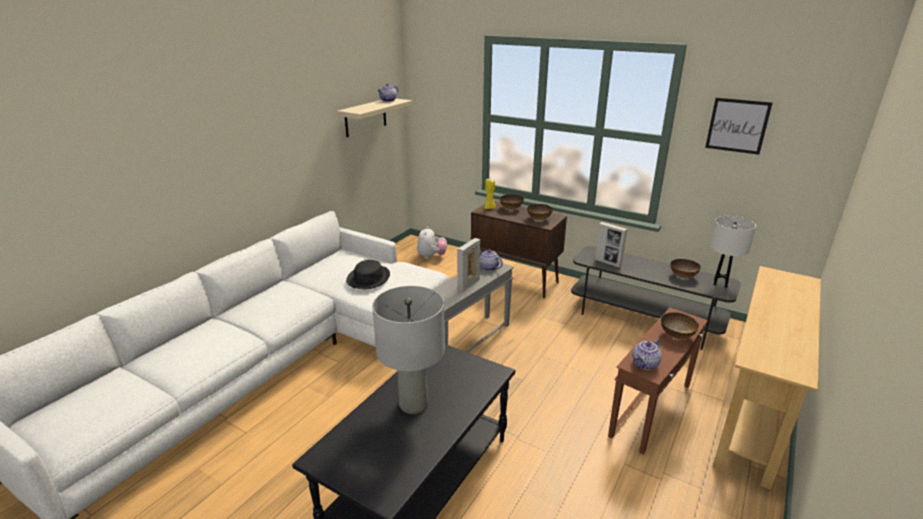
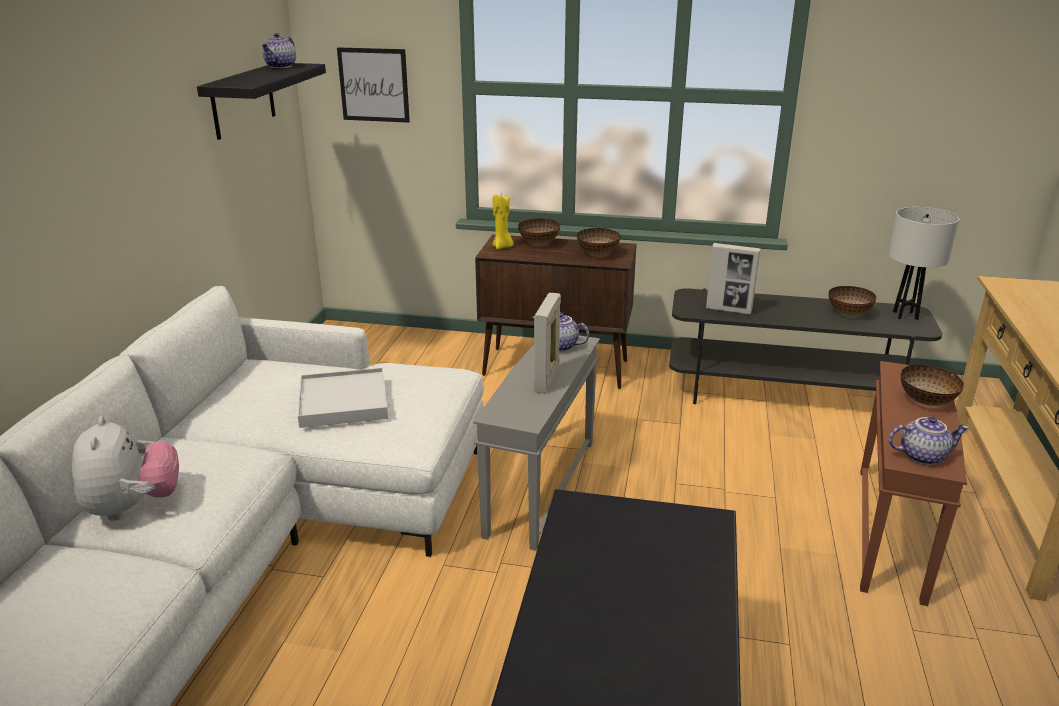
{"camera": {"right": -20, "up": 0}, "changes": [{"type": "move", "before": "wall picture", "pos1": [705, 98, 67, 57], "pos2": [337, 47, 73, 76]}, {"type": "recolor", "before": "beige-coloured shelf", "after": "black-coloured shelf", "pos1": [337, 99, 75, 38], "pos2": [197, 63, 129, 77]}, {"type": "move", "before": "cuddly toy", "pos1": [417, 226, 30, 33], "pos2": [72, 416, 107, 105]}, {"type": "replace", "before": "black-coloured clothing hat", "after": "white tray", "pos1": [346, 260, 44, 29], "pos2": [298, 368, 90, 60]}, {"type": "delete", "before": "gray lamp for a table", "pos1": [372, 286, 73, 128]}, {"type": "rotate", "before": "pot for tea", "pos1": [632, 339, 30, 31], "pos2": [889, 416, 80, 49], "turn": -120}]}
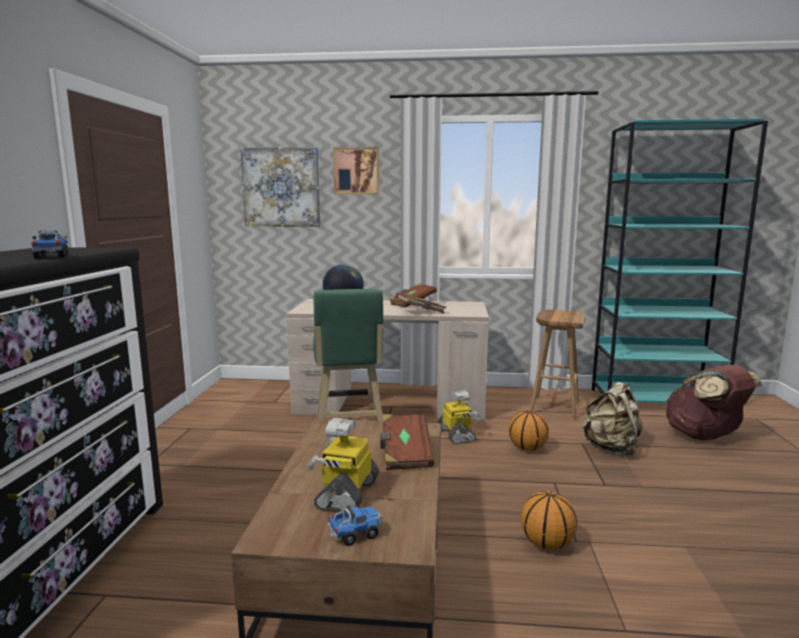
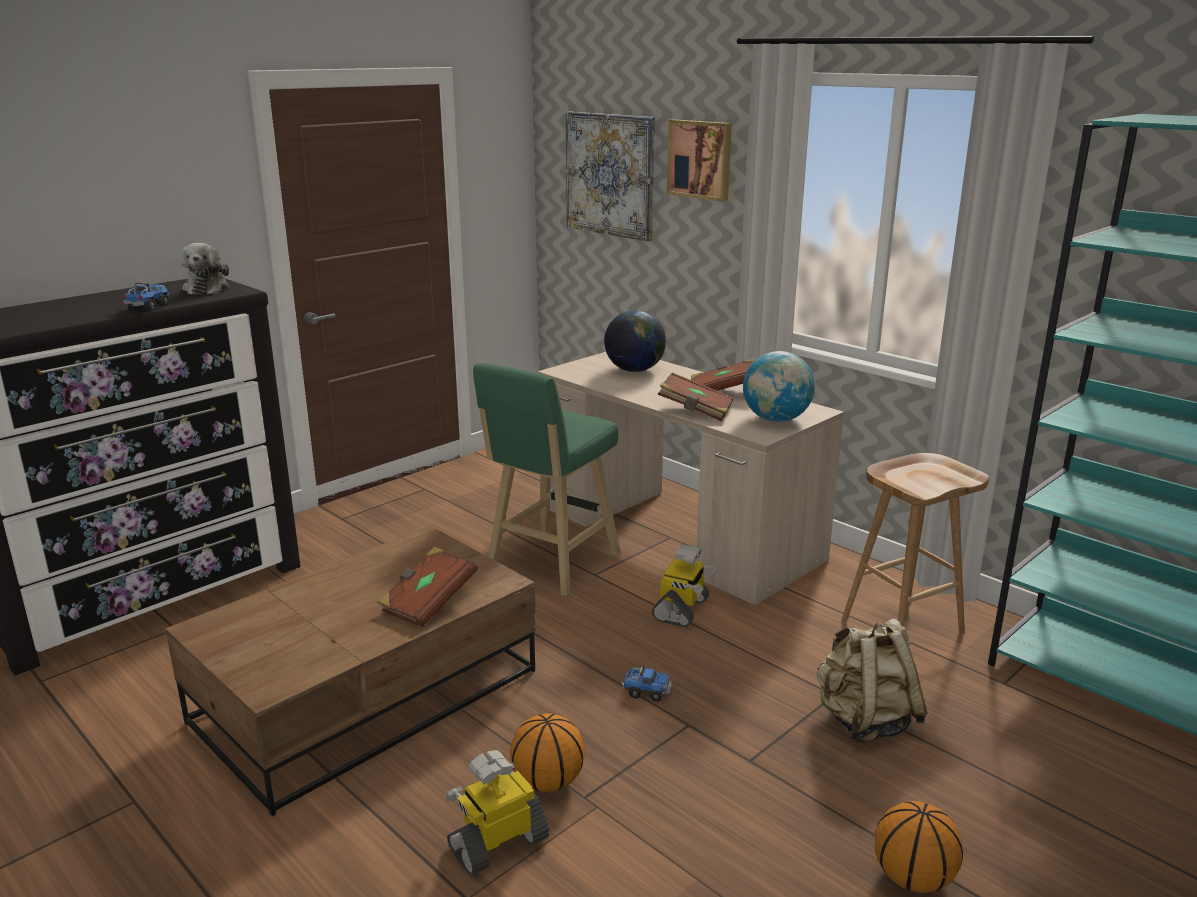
{"camera": {"right": 40, "up": 10}, "changes": [{"type": "delete", "before": "brownish backpack", "pos1": [666, 365, 97, 76]}, {"type": "move", "before": "basketball ball", "pos1": [509, 410, 40, 41], "pos2": [875, 801, 88, 92]}, {"type": "move", "before": "model robot", "pos1": [307, 418, 72, 95], "pos2": [445, 750, 105, 125]}, {"type": "move", "before": "toy truck", "pos1": [328, 504, 54, 42], "pos2": [622, 665, 50, 37]}, {"type": "insert", "after": "cuddly toy", "pos2": [180, 243, 49, 52]}, {"type": "insert", "after": "desk globe", "pos2": [743, 351, 72, 71]}]}
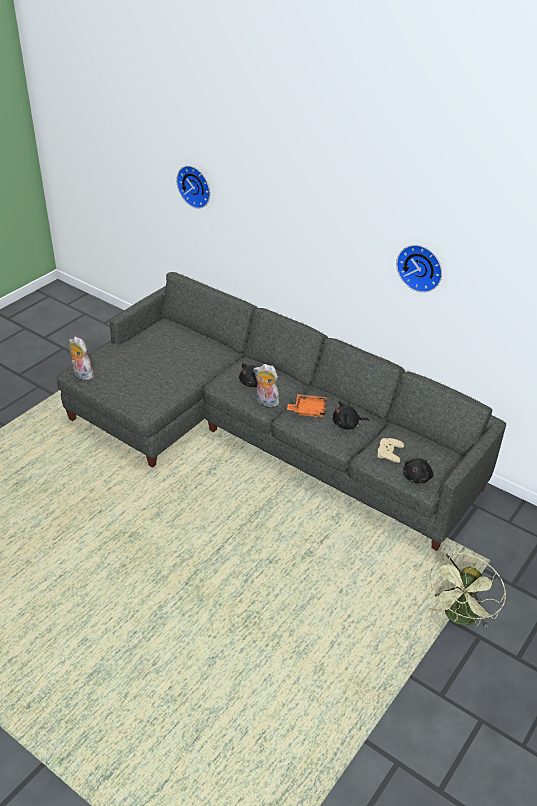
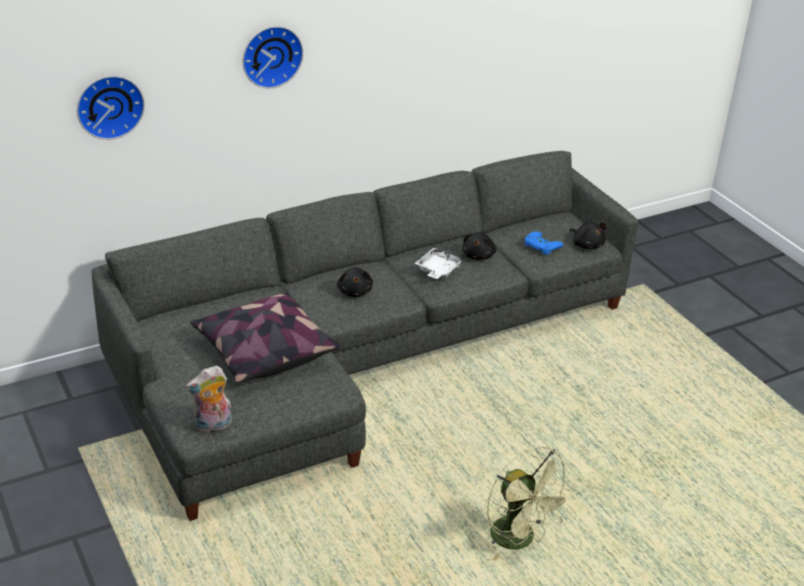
{"camera": {"right": -65, "up": -5}, "changes": [{"type": "move", "before": "clock on the wall", "pos1": [396, 245, 46, 48], "pos2": [243, 26, 60, 62]}, {"type": "delete", "before": "cuddly toy", "pos1": [253, 364, 26, 43]}, {"type": "recolor", "before": "orange-coloured tray", "after": "white tray", "pos1": [287, 394, 40, 23], "pos2": [415, 248, 49, 31]}, {"type": "recolor", "before": "beige-coloured gamepad", "after": "blue-coloured gamepad", "pos1": [377, 438, 27, 25], "pos2": [525, 231, 38, 24]}, {"type": "move", "before": "green-coloured cooling fan", "pos1": [426, 553, 80, 74], "pos2": [487, 446, 88, 115]}, {"type": "insert", "after": "throw pillow", "pos2": [190, 292, 150, 91]}]}
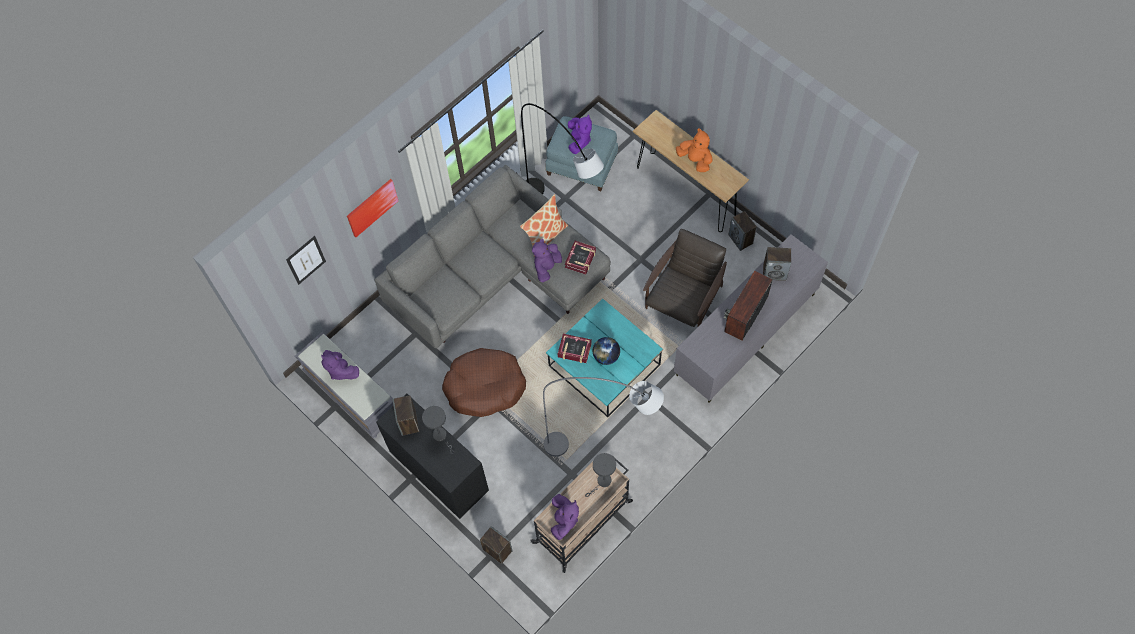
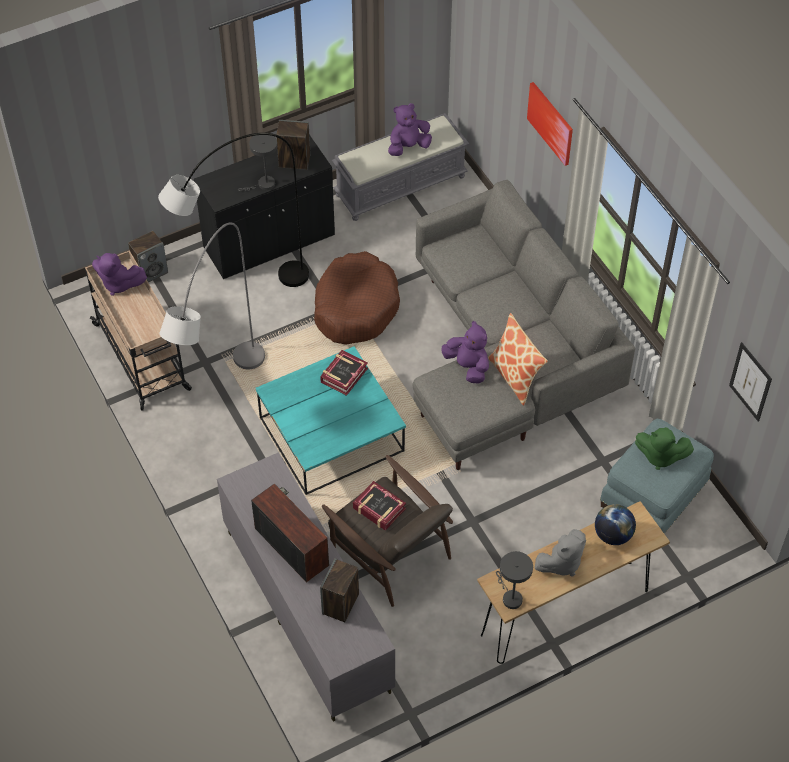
{"camera": {"right": 105, "up": -10}, "changes": [{"type": "move", "before": "gray standing lamp", "pos1": [521, 103, 83, 91], "pos2": [158, 133, 151, 154]}, {"type": "recolor", "before": "purple-coloured cuddly toy", "after": "green-coloured cuddly toy", "pos1": [568, 114, 24, 40], "pos2": [635, 427, 59, 43]}, {"type": "recolor", "before": "orange-coloured cuddly toy", "after": "gray cuddly toy", "pos1": [676, 128, 37, 44], "pos2": [535, 529, 51, 48]}, {"type": "delete", "before": "speaker", "pos1": [728, 211, 29, 40]}, {"type": "move", "before": "wall picture", "pos1": [286, 236, 40, 49], "pos2": [729, 342, 43, 79]}, {"type": "move", "before": "bound book", "pos1": [565, 241, 31, 34], "pos2": [353, 481, 53, 50]}, {"type": "move", "before": "desk globe", "pos1": [593, 337, 27, 28], "pos2": [595, 504, 41, 41]}, {"type": "move", "before": "gray lamp for a table", "pos1": [585, 453, 31, 44], "pos2": [496, 551, 37, 58]}]}
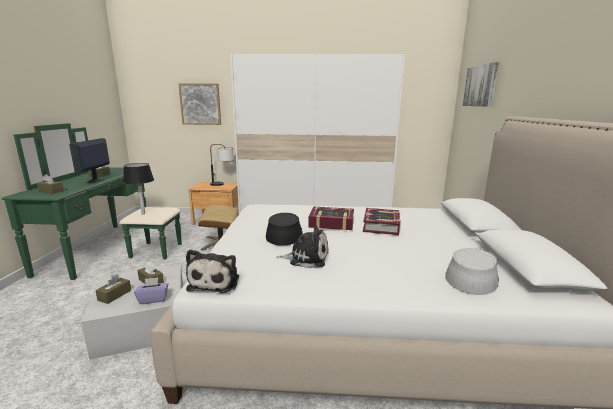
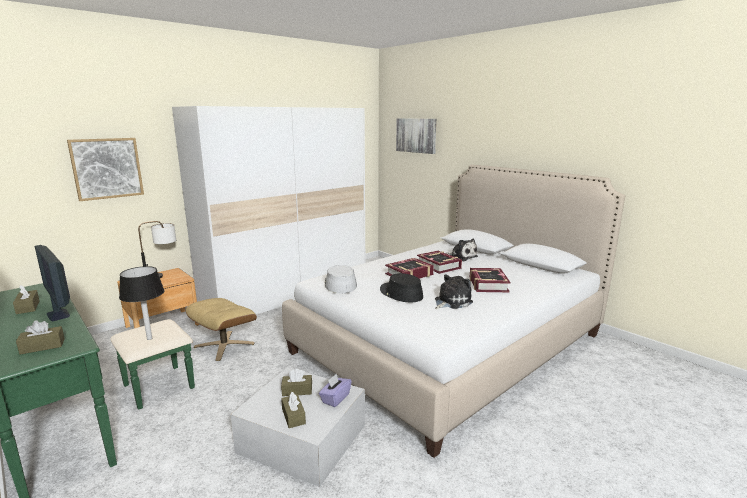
{"camera": {"right": -45, "up": 0}, "changes": [{"type": "move", "before": "gray clothing hat", "pos1": [445, 248, 54, 47], "pos2": [325, 265, 32, 28]}, {"type": "move", "before": "cuddly toy", "pos1": [186, 249, 53, 44], "pos2": [446, 239, 32, 22]}, {"type": "insert", "after": "bound book", "pos2": [470, 268, 40, 24]}]}
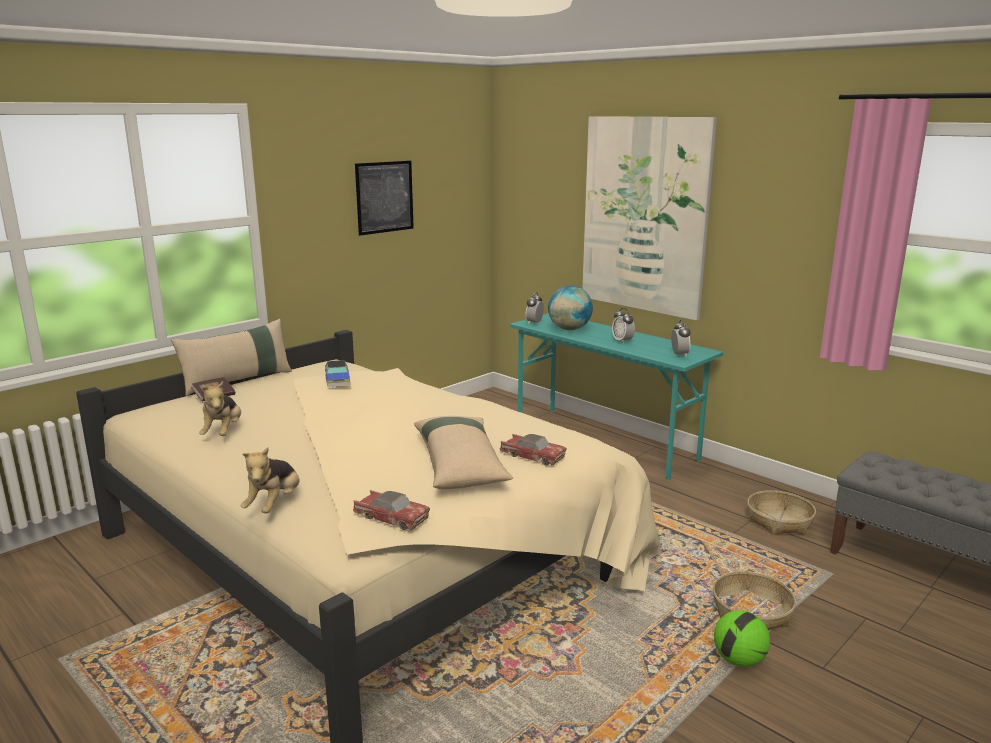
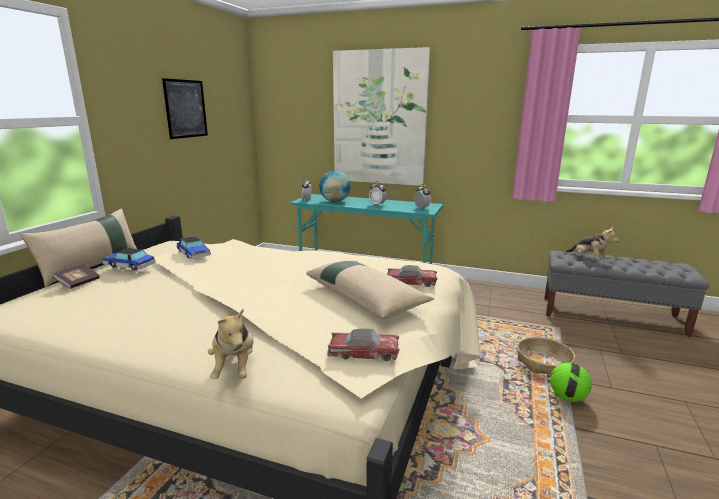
{"camera": {"right": -25, "up": 0}, "changes": [{"type": "move", "before": "cuddly toy", "pos1": [199, 381, 42, 55], "pos2": [566, 226, 53, 34]}, {"type": "delete", "before": "basket", "pos1": [747, 490, 69, 44]}, {"type": "insert", "after": "toy car", "pos2": [102, 248, 54, 23]}]}
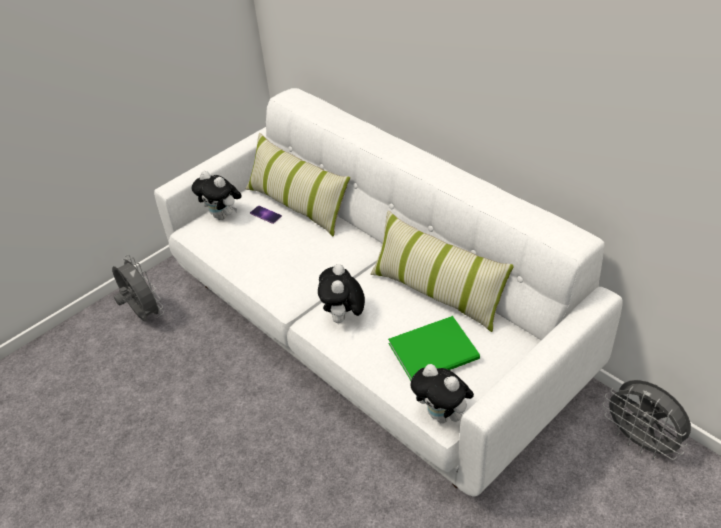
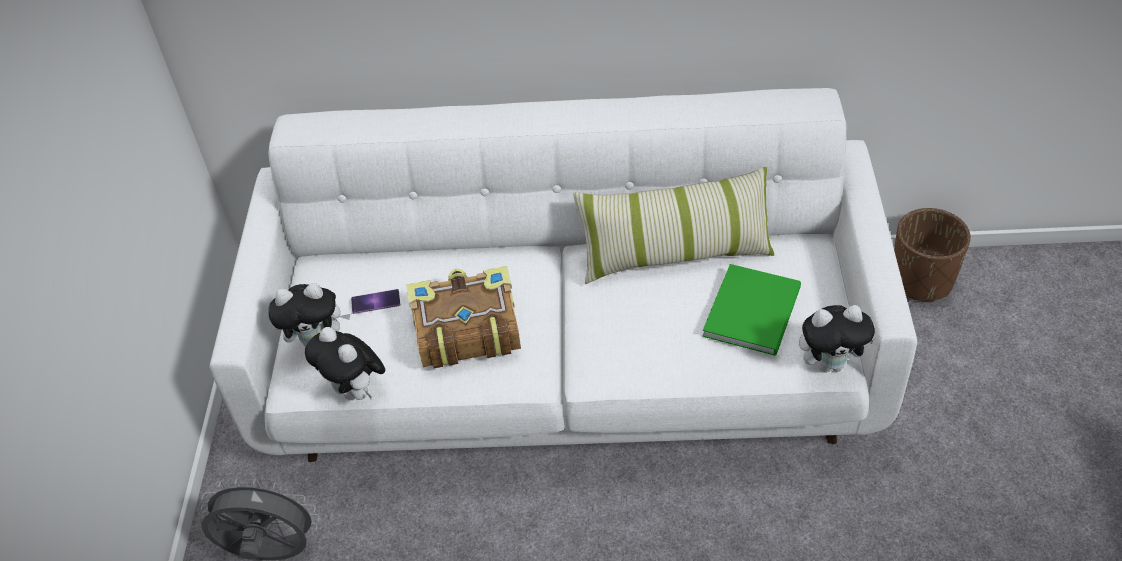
{"camera": {"right": -45, "up": 5}, "changes": [{"type": "delete", "before": "throw pillow", "pos1": [246, 133, 104, 104]}, {"type": "move", "before": "cuddly toy", "pos1": [318, 264, 47, 59], "pos2": [305, 327, 80, 73]}, {"type": "replace", "before": "gray cooling fan", "after": "brownish plant pot", "pos1": [602, 380, 89, 80], "pos2": [894, 208, 77, 93]}, {"type": "insert", "after": "bound book", "pos2": [406, 266, 115, 102]}]}
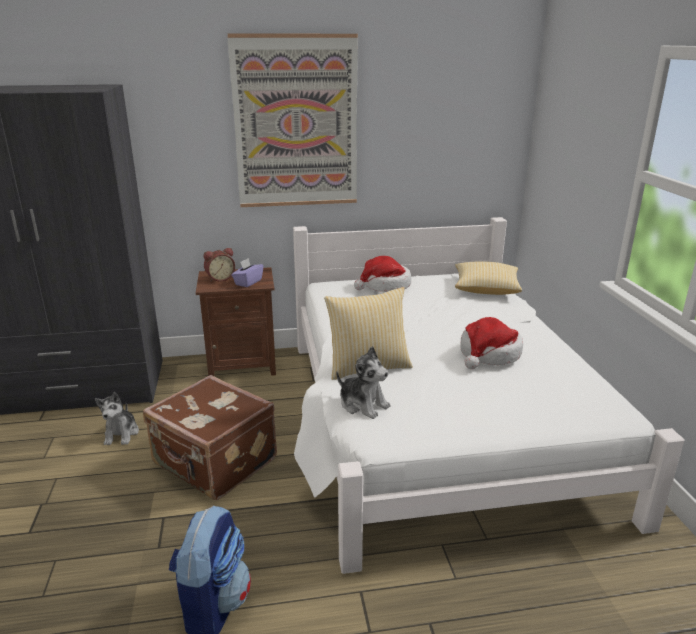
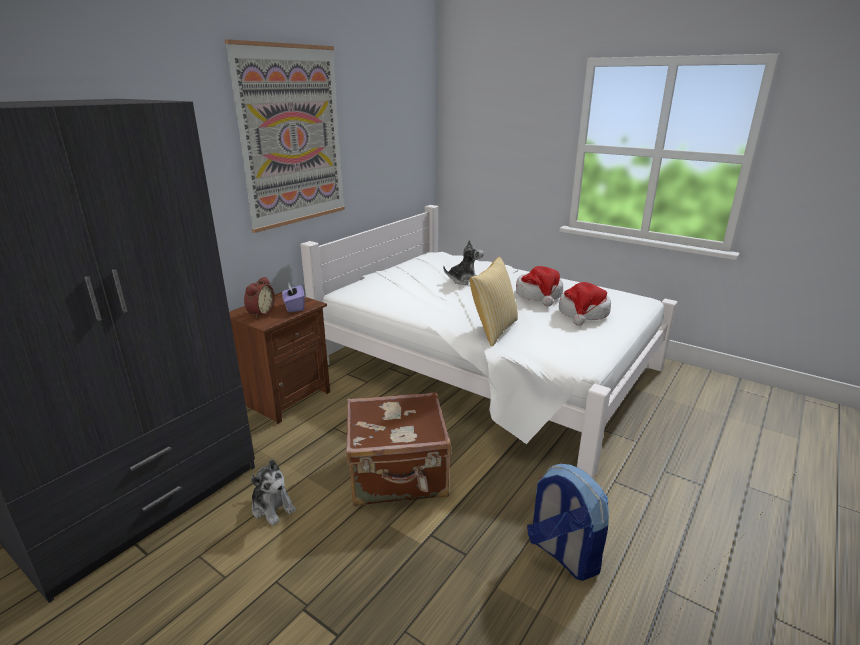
{"camera": {"right": -45, "up": 0}, "changes": [{"type": "move", "before": "clothing hat", "pos1": [354, 256, 57, 36], "pos2": [559, 282, 52, 44]}, {"type": "delete", "before": "throw pillow", "pos1": [455, 261, 67, 34]}, {"type": "move", "before": "cuddly toy", "pos1": [336, 347, 55, 72], "pos2": [443, 240, 41, 45]}]}
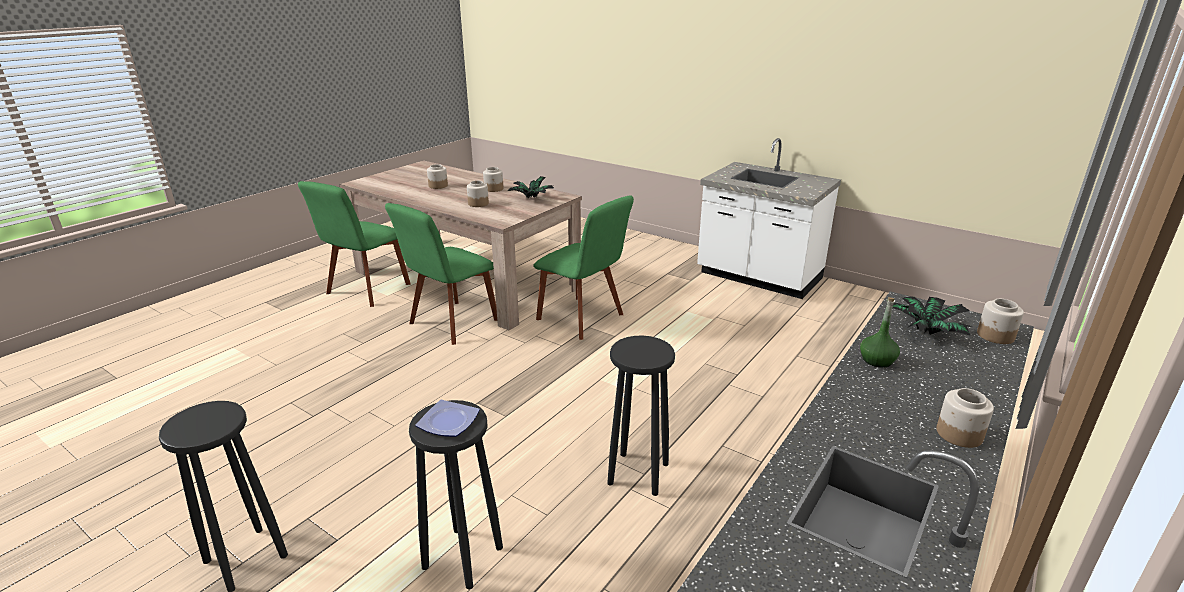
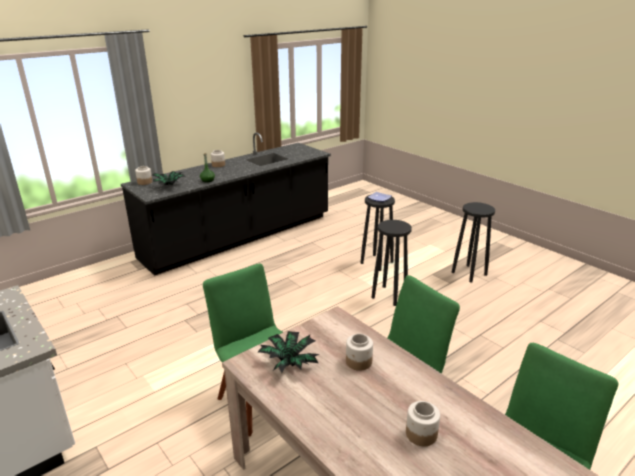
{"camera": {"right": -165, "up": 0}, "changes": [{"type": "delete", "before": "storage jar", "pos1": [483, 167, 20, 25]}, {"type": "move", "before": "black-coloured sitting stool", "pos1": [607, 336, 68, 160], "pos2": [371, 220, 41, 86]}]}
